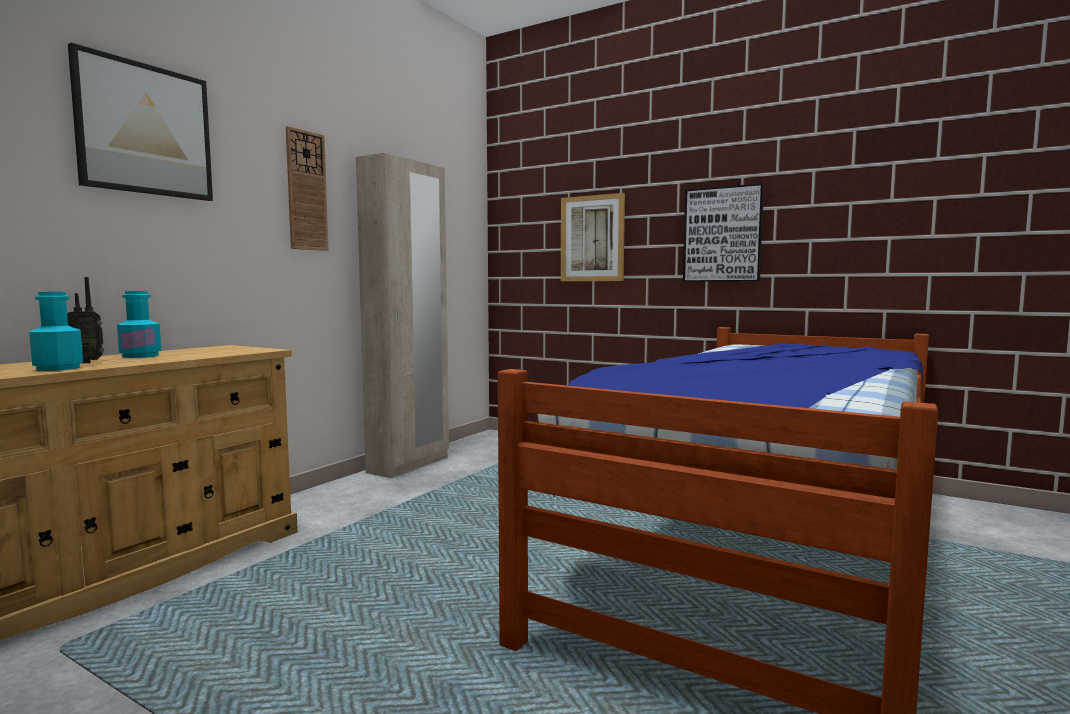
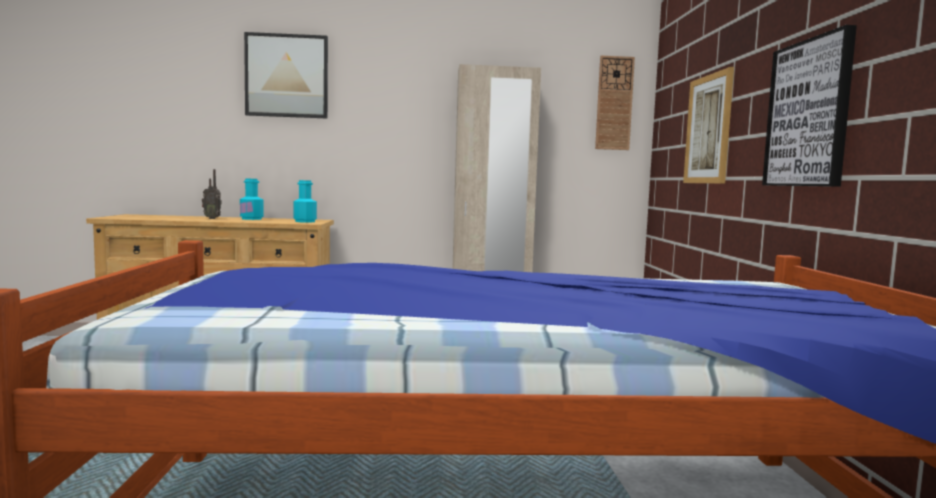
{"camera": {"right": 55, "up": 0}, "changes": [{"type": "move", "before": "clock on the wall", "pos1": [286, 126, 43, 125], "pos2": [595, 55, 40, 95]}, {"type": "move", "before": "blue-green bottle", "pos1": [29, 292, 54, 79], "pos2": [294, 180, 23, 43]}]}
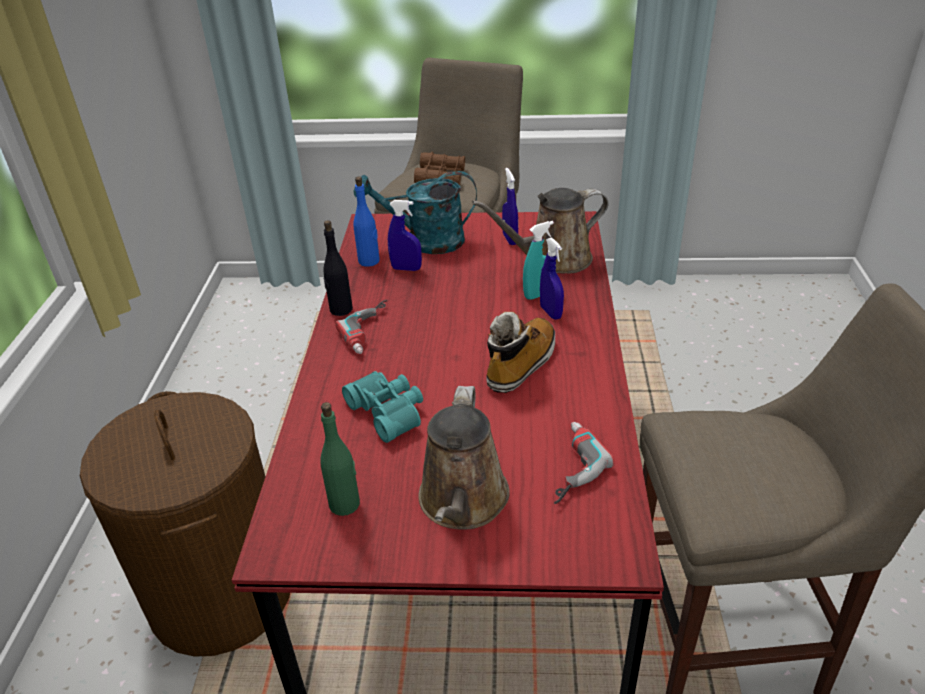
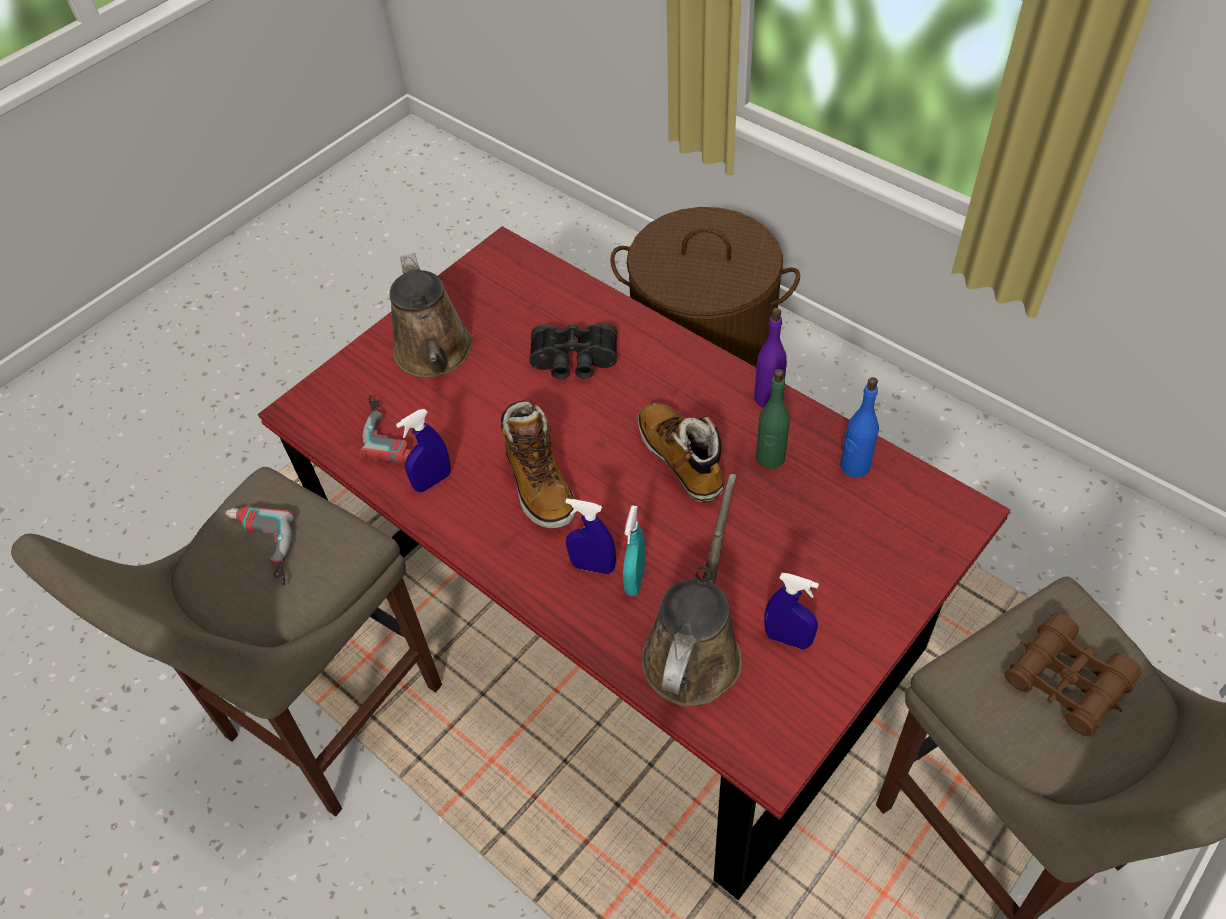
{"camera": {"right": 130, "up": 15}, "changes": [{"type": "delete", "before": "blue-green watering can", "pos1": [354, 171, 123, 83]}, {"type": "move", "before": "blue-coloured spray bottle", "pos1": [388, 200, 34, 71], "pos2": [396, 409, 55, 83]}, {"type": "recolor", "before": "black-coloured bottle", "after": "purple-coloured bottle", "pos1": [323, 220, 30, 96], "pos2": [754, 308, 33, 100]}, {"type": "move", "before": "drill", "pos1": [335, 300, 53, 54], "pos2": [225, 506, 69, 80]}, {"type": "recolor", "before": "blue-green field glasses", "after": "black-coloured field glasses", "pos1": [342, 371, 81, 72], "pos2": [529, 323, 88, 56]}, {"type": "rotate", "before": "brownish watering can", "pos1": [418, 386, 92, 144], "pos2": [389, 253, 83, 125], "turn": -150}, {"type": "move", "before": "green-coloured bottle", "pos1": [320, 402, 40, 114], "pos2": [756, 369, 34, 100]}, {"type": "insert", "after": "high-top boot", "pos2": [638, 403, 86, 99]}]}
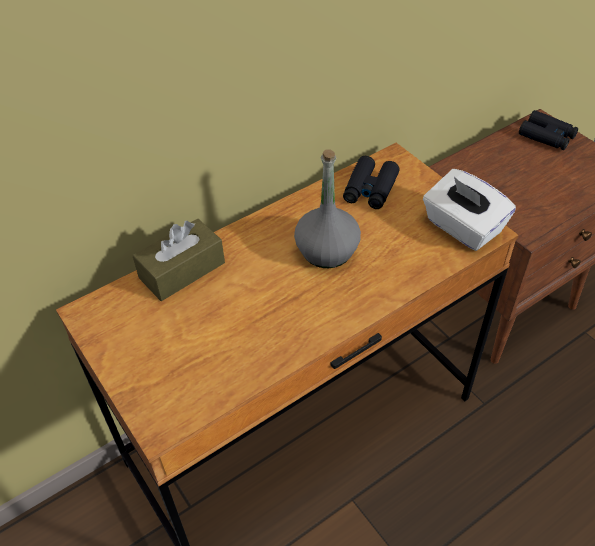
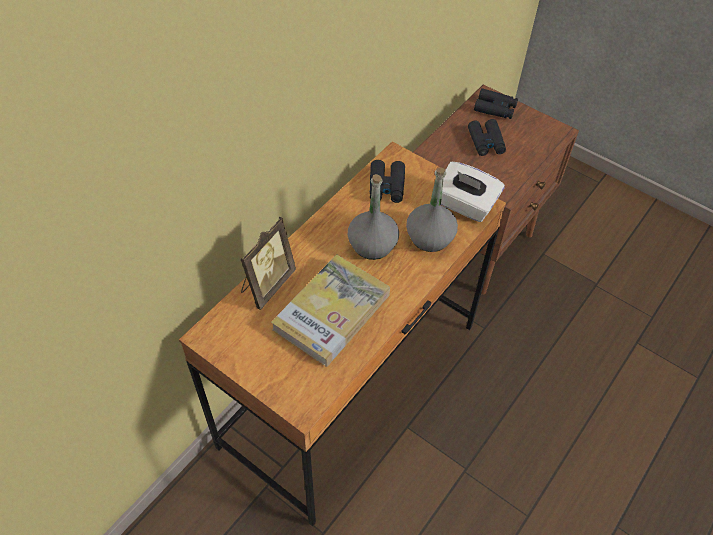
{"camera": {"right": -20, "up": 5}, "changes": [{"type": "replace", "before": "brownish box of tissues", "after": "standing frame", "pos1": [132, 219, 93, 82], "pos2": [240, 217, 56, 93]}, {"type": "insert", "after": "black-coloured field glasses", "pos2": [468, 119, 38, 37]}, {"type": "insert", "after": "gray bottle", "pos2": [406, 168, 52, 84]}, {"type": "insert", "after": "bound book", "pos2": [271, 254, 119, 113]}]}
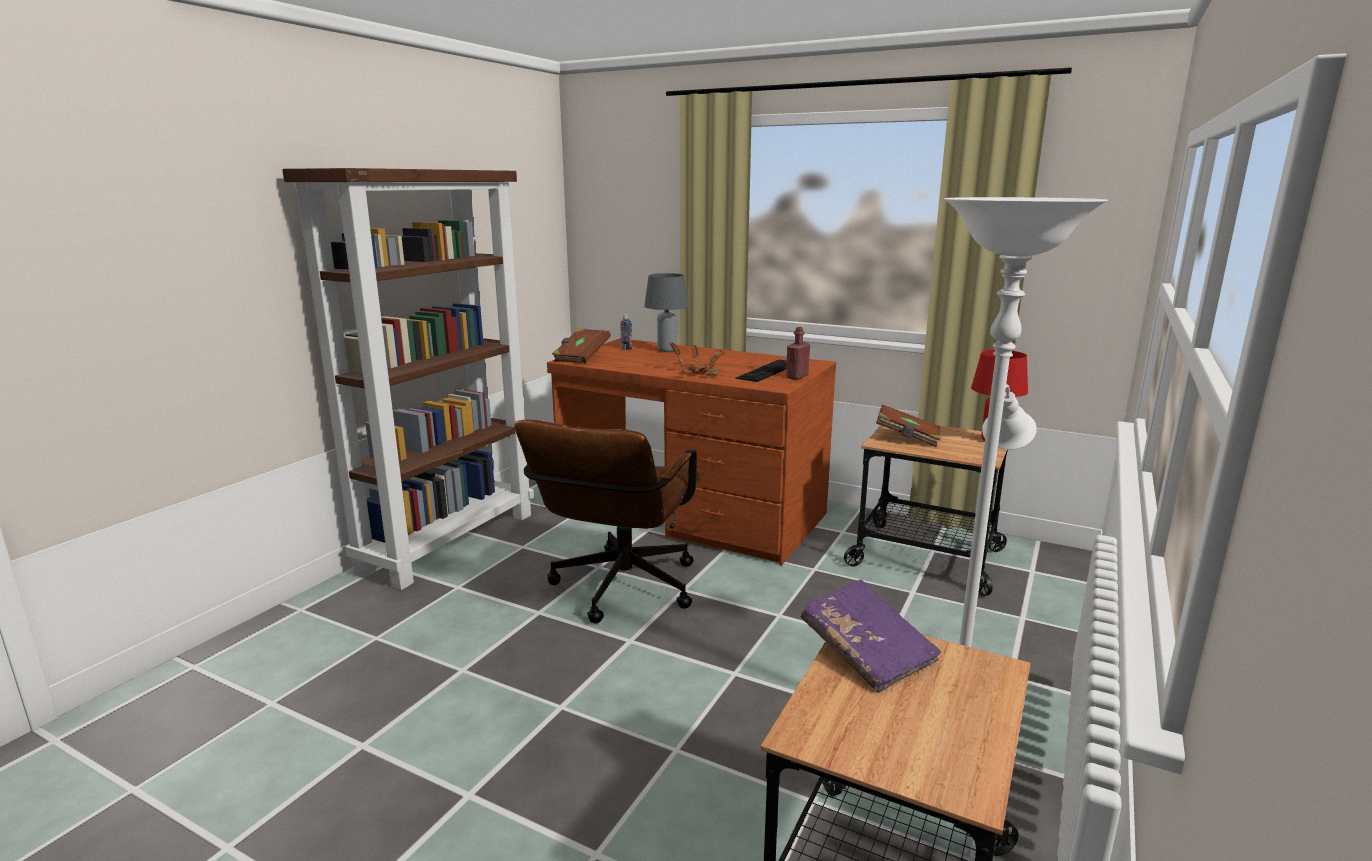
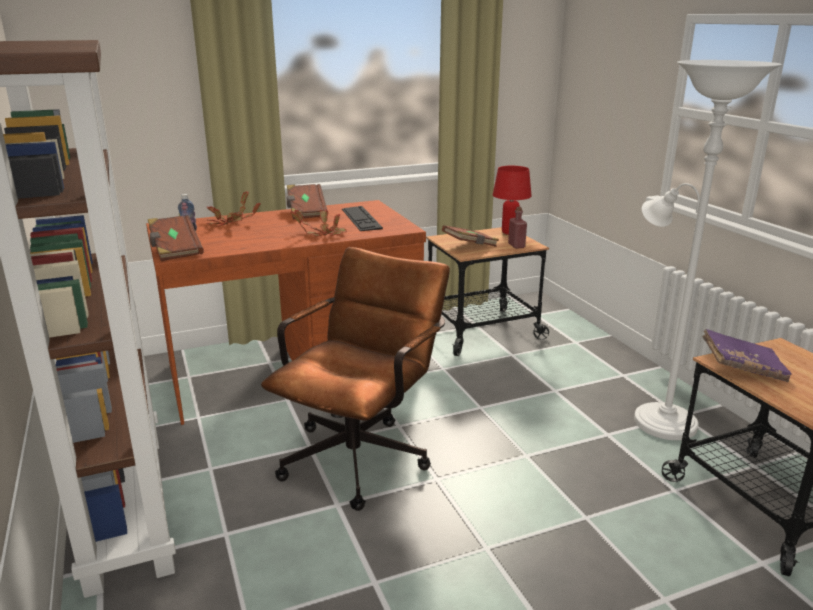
{"camera": {"right": -50, "up": 5}, "changes": [{"type": "replace", "before": "gray lamp for a table", "after": "houseplant", "pos1": [644, 273, 45, 79], "pos2": [207, 191, 54, 36]}, {"type": "move", "before": "reddish bottle", "pos1": [786, 327, 24, 53], "pos2": [508, 207, 19, 42]}, {"type": "rotate", "before": "brownish office chair", "pos1": [514, 420, 186, 203], "pos2": [261, 247, 189, 264], "turn": -120}, {"type": "insert", "after": "brownish bound book", "pos2": [287, 184, 41, 35]}]}
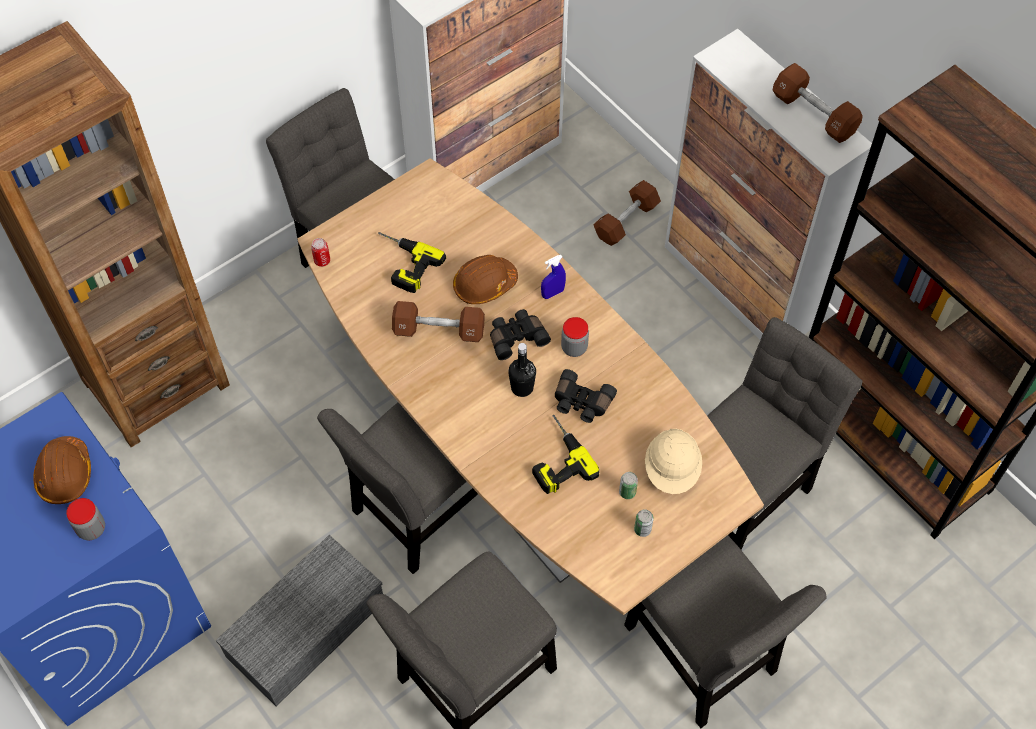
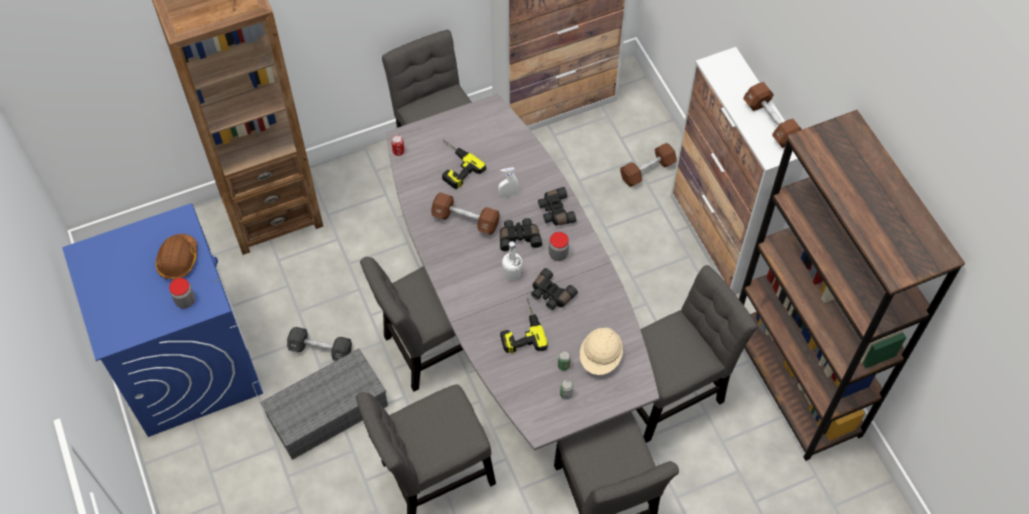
{"camera": {"right": 15, "up": 0}, "changes": [{"type": "recolor", "before": "brownish kitchen table", "after": "gray kitchen table", "pos1": [298, 158, 466, 457], "pos2": [386, 94, 273, 356]}, {"type": "replace", "before": "brownish safety helmet", "after": "white spray bottle", "pos1": [453, 255, 65, 49], "pos2": [498, 167, 20, 31]}, {"type": "replace", "before": "blue-coloured spray bottle", "after": "black-coloured field glasses", "pos1": [541, 255, 25, 44], "pos2": [538, 187, 38, 39]}, {"type": "recolor", "before": "black-coloured bottle", "after": "white bottle", "pos1": [508, 343, 28, 54], "pos2": [502, 241, 20, 40]}, {"type": "insert", "after": "black-coloured hand weight", "pos2": [287, 327, 65, 34]}]}
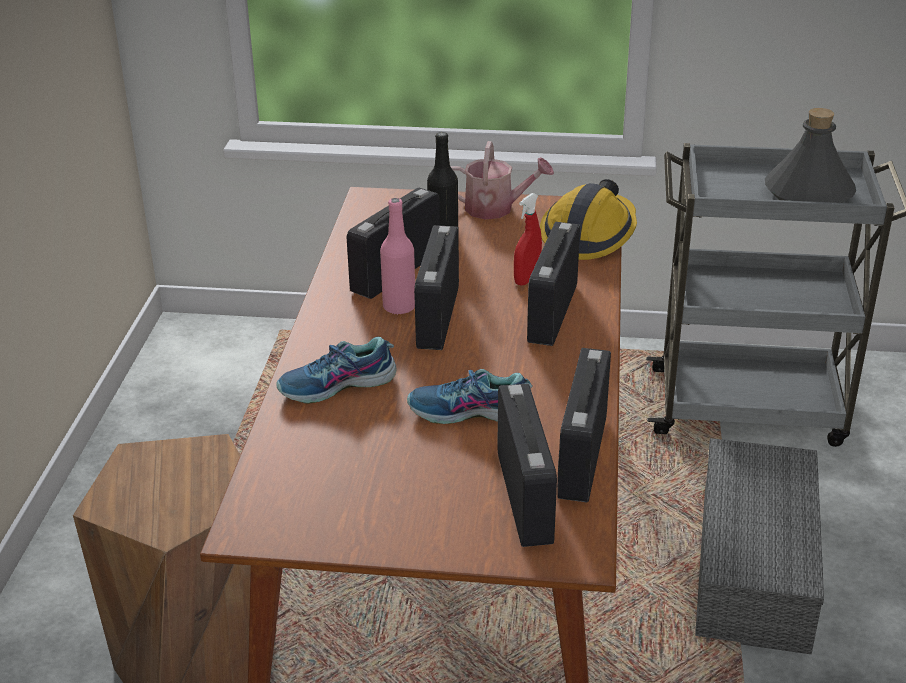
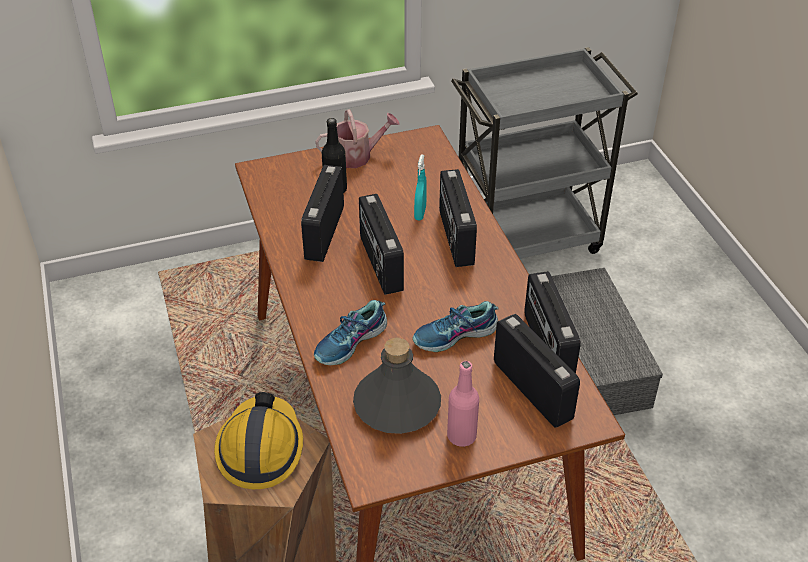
{"camera": {"right": -25, "up": 10}, "changes": [{"type": "move", "before": "gray bottle", "pos1": [765, 108, 91, 95], "pos2": [353, 338, 88, 96]}, {"type": "move", "before": "safety helmet", "pos1": [540, 179, 97, 81], "pos2": [214, 392, 89, 97]}, {"type": "recolor", "before": "reddish spray bottle", "after": "blue-green spray bottle", "pos1": [514, 193, 28, 93], "pos2": [414, 155, 13, 65]}, {"type": "move", "before": "pinkish bottle", "pos1": [380, 198, 35, 117], "pos2": [447, 361, 32, 86]}]}
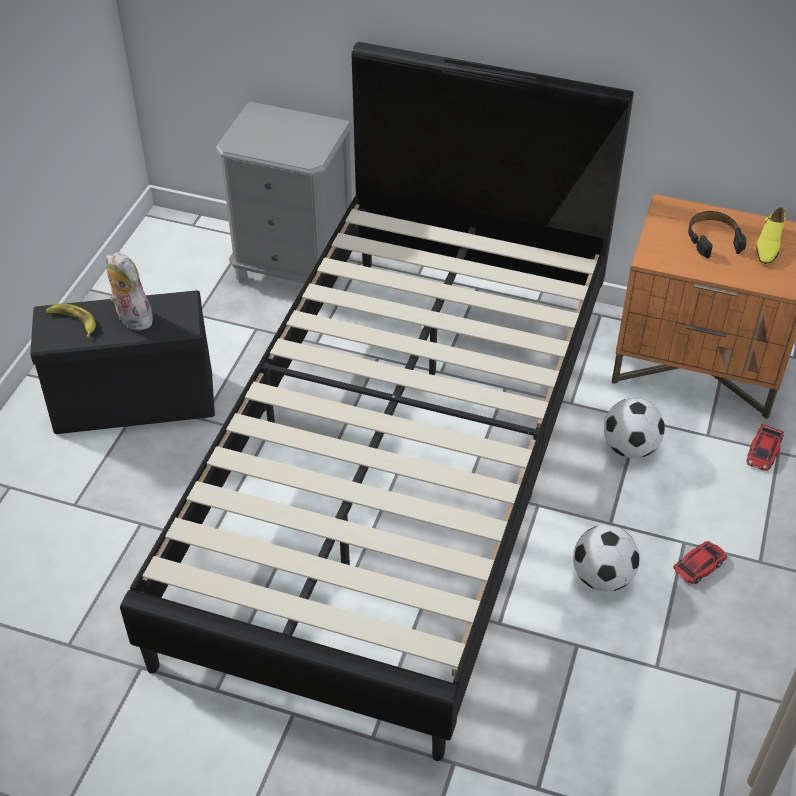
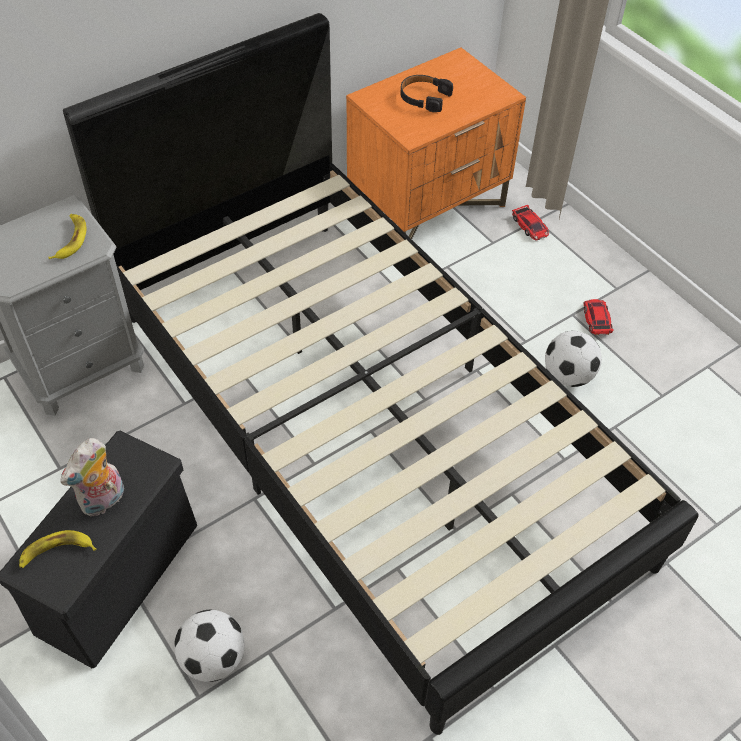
{"camera": {"right": -55, "up": 5}, "changes": [{"type": "delete", "before": "yellow low shoe", "pos1": [756, 207, 30, 57]}, {"type": "rotate", "before": "cuddly toy", "pos1": [106, 252, 47, 79], "pos2": [60, 438, 64, 78], "turn": -45}, {"type": "move", "before": "football", "pos1": [604, 398, 61, 60], "pos2": [174, 609, 71, 73]}, {"type": "insert", "after": "banana fruit", "pos2": [48, 214, 39, 45]}]}
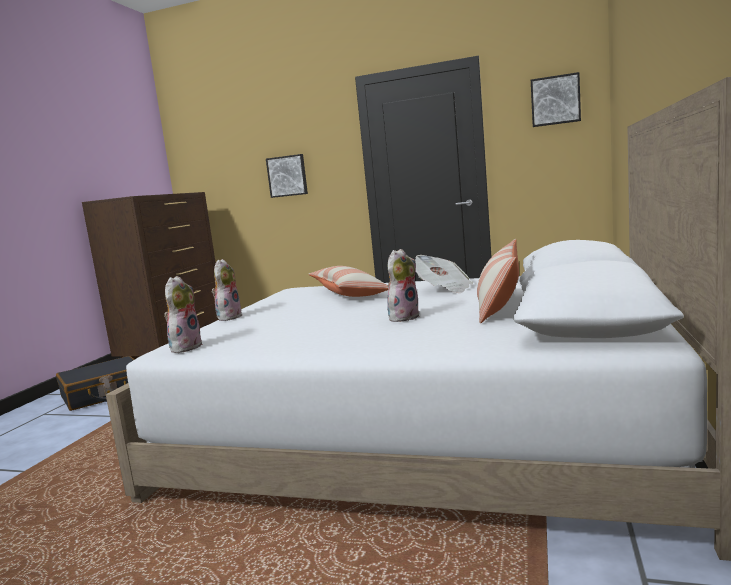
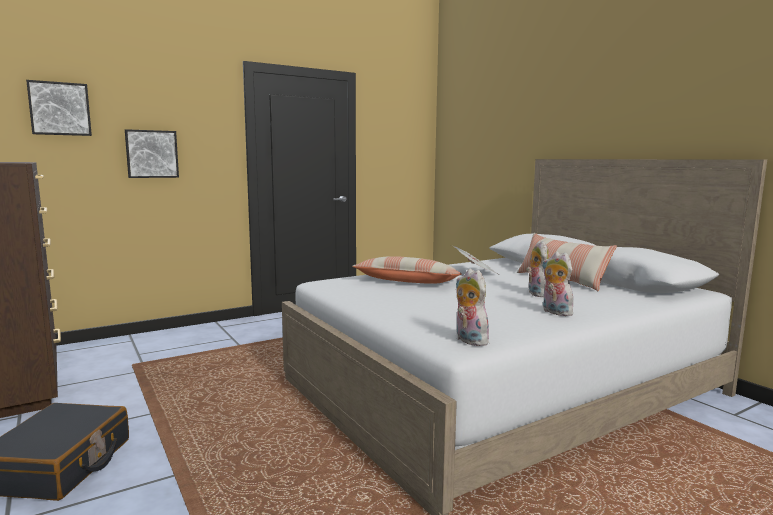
{"camera": {"right": -50, "up": 0}, "changes": [{"type": "move", "before": "wall picture", "pos1": [531, 72, 50, 55], "pos2": [26, 80, 66, 56]}, {"type": "move", "before": "cuddly toy", "pos1": [212, 259, 30, 62], "pos2": [542, 252, 33, 64]}]}
